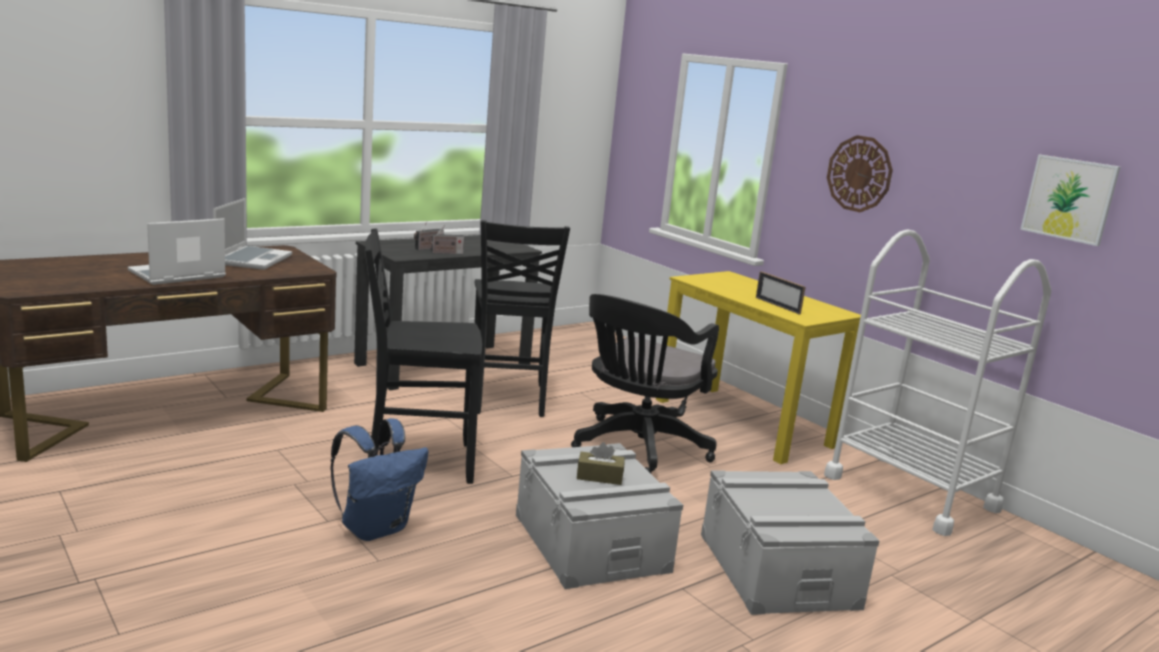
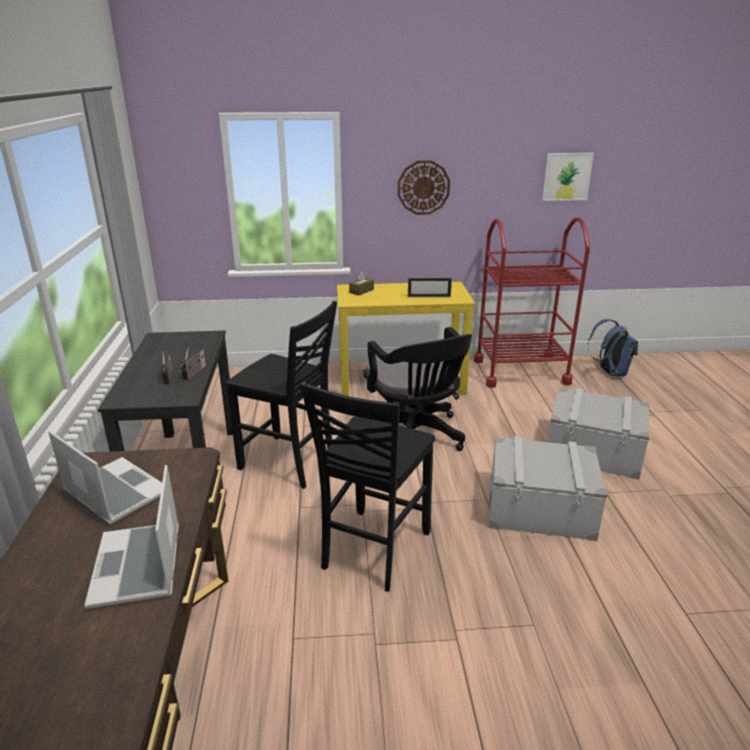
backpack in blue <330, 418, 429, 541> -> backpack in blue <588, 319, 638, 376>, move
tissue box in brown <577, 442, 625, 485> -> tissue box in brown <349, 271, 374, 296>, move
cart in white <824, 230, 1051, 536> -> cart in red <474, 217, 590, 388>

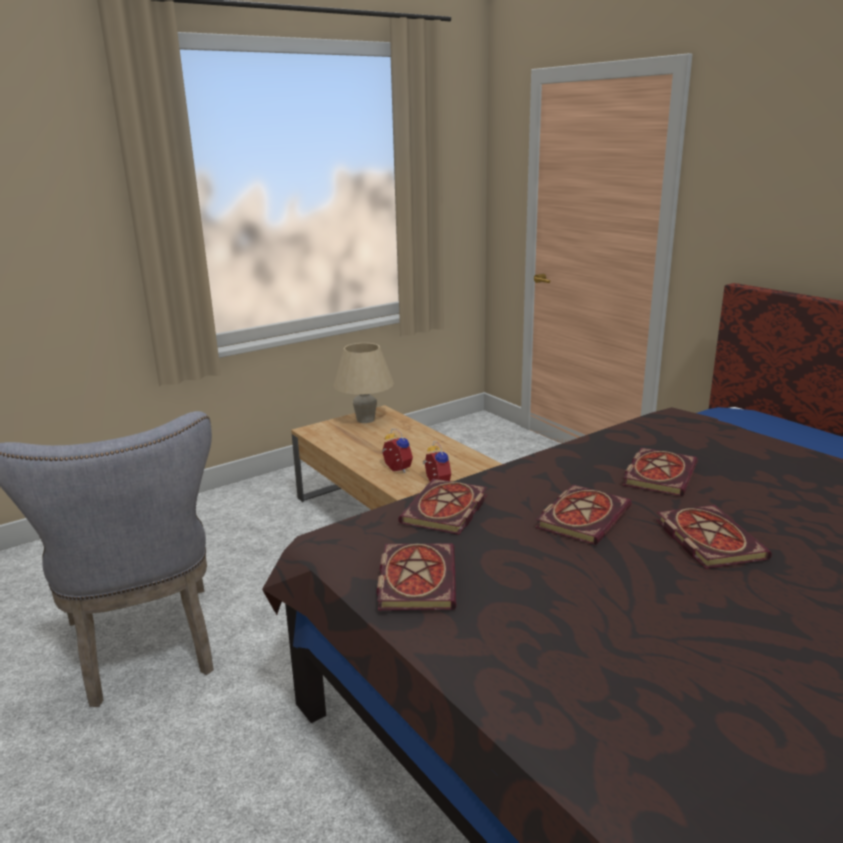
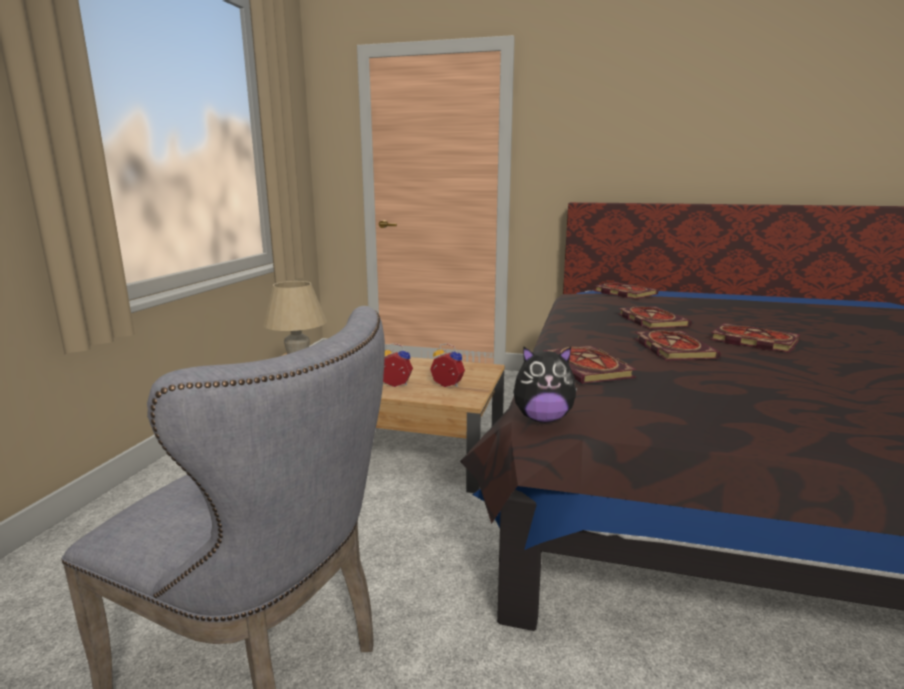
book <376, 544, 456, 610> -> book <594, 282, 658, 299>, move
none -> plush toy <514, 347, 577, 423>

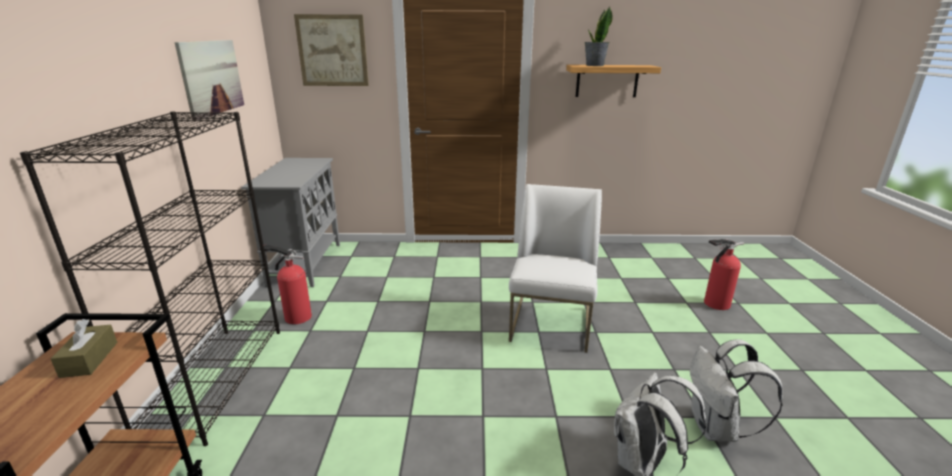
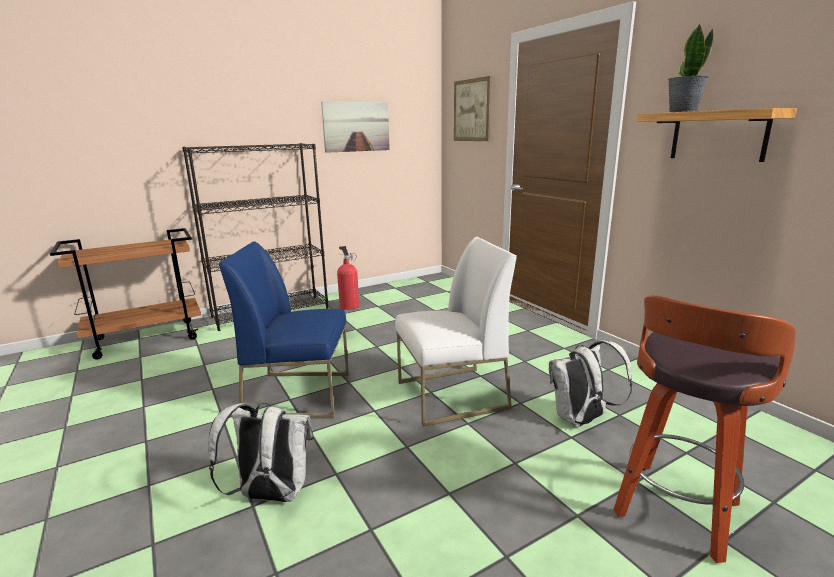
tissue box in brown <51, 319, 118, 378> -> none
cabinet in grey <241, 158, 340, 287> -> none
backpack in white <690, 339, 783, 442> -> backpack in white <549, 340, 632, 427>, move
fire extinguisher <704, 239, 744, 310> -> stool <613, 295, 796, 563>
none -> chair in blue <219, 242, 349, 418>

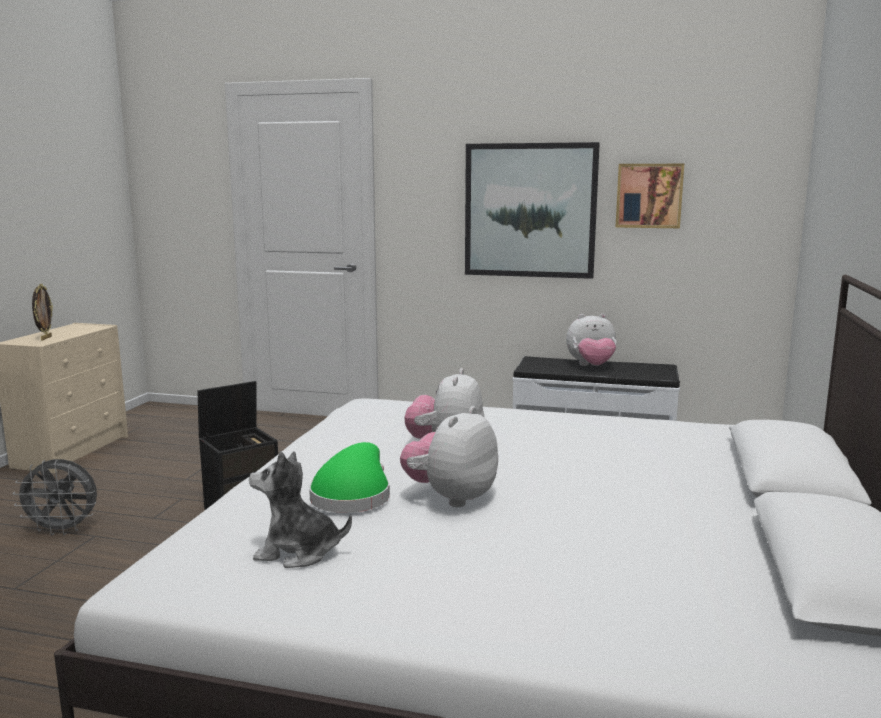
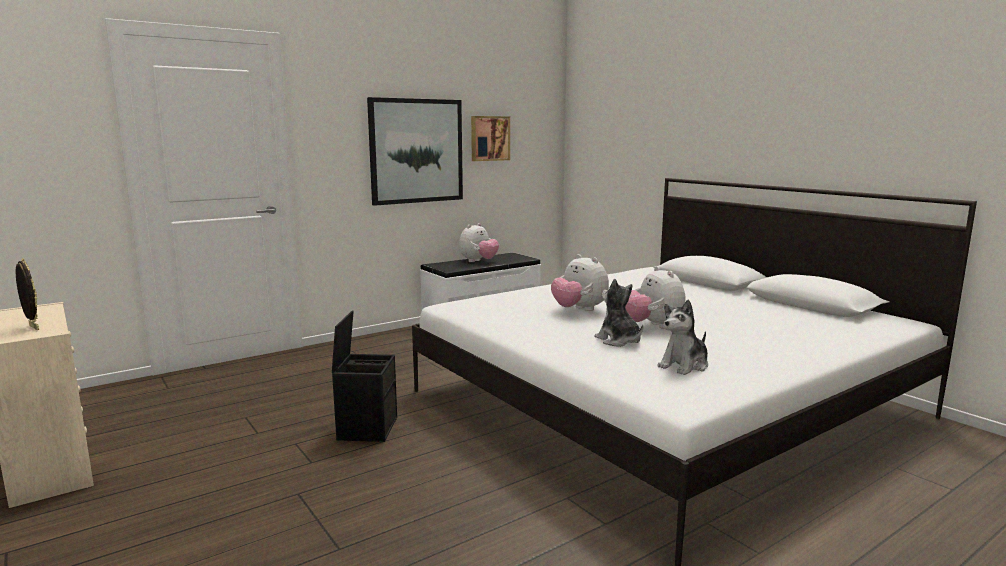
fan in grey <13, 459, 97, 535> -> none
hat in green <309, 442, 390, 513> -> plush toy <594, 279, 643, 347>

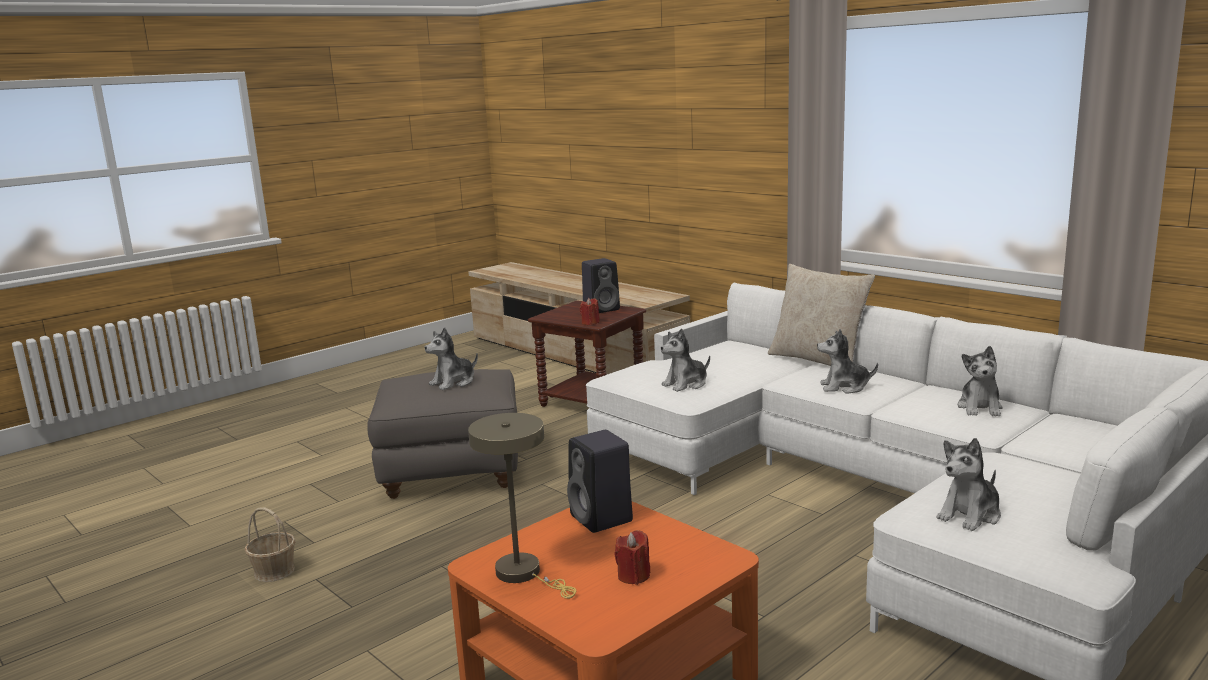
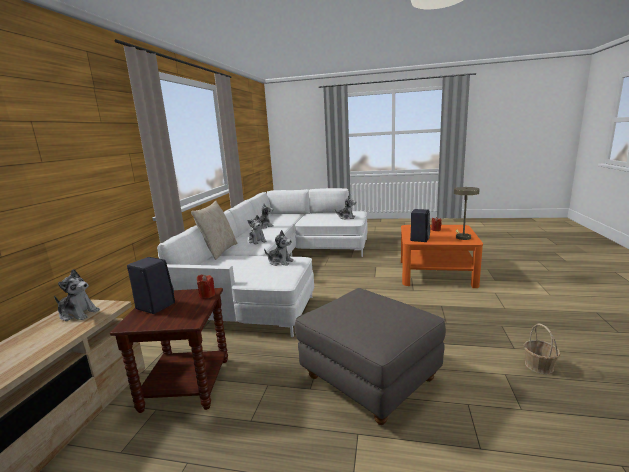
plush toy <425, 327, 478, 390> -> plush toy <54, 269, 100, 321>, move

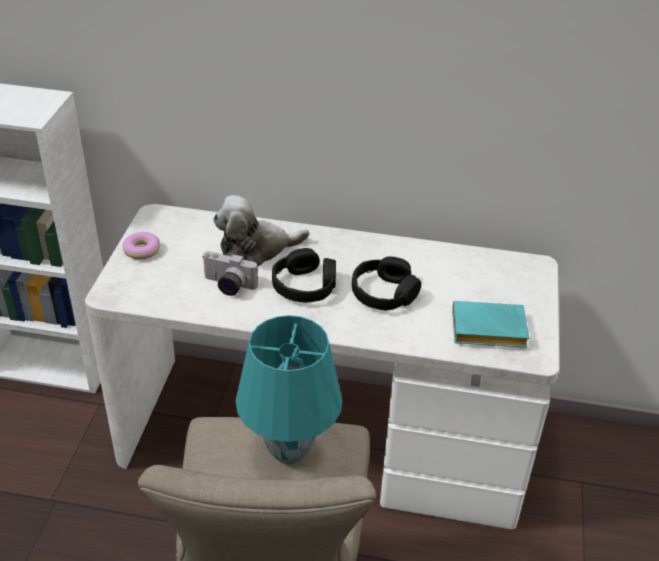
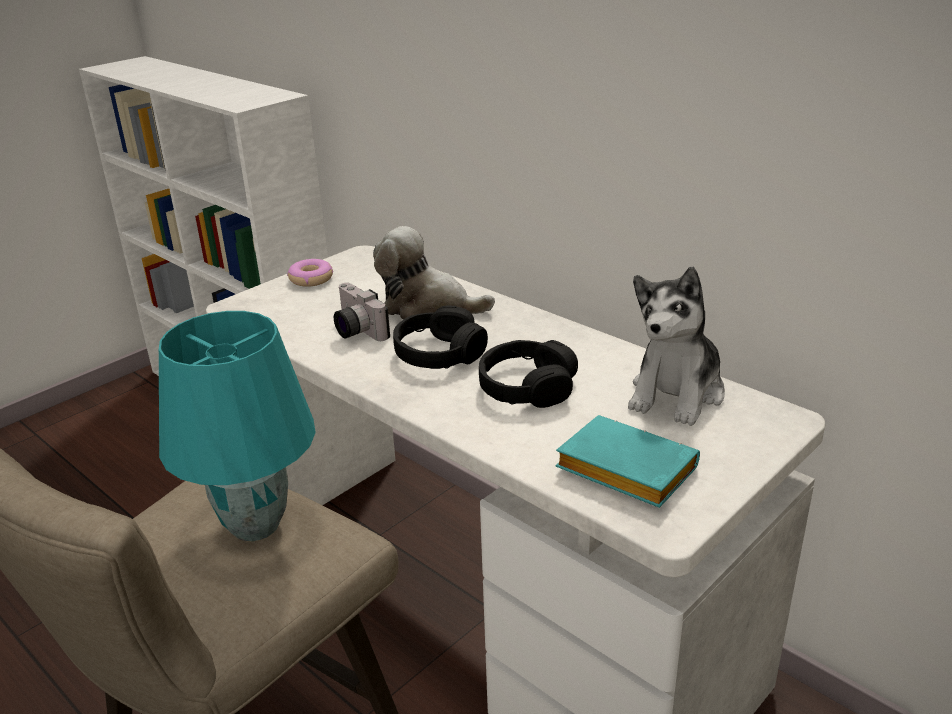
none -> plush toy <628, 267, 725, 426>

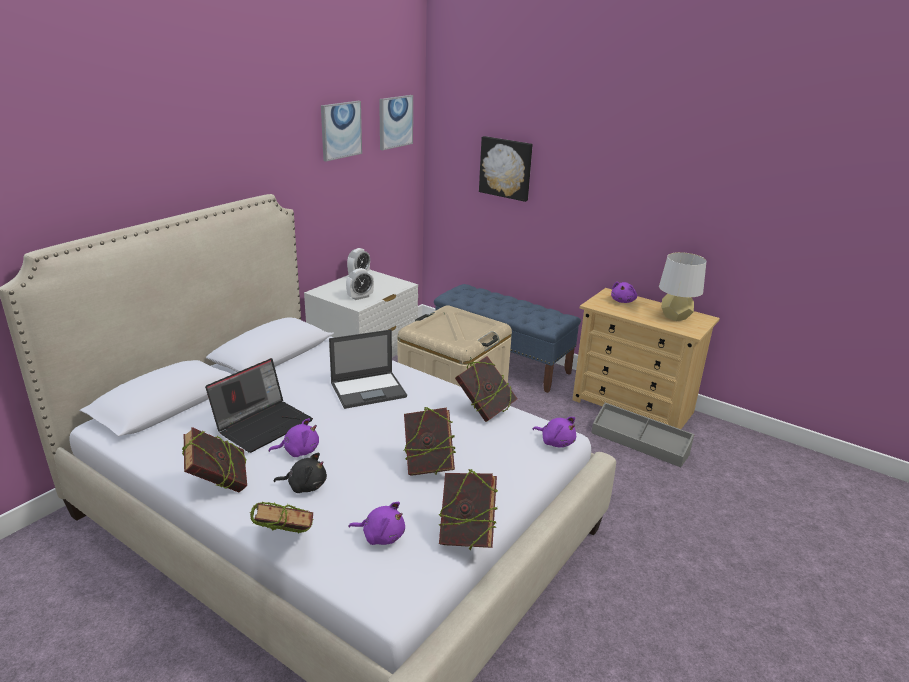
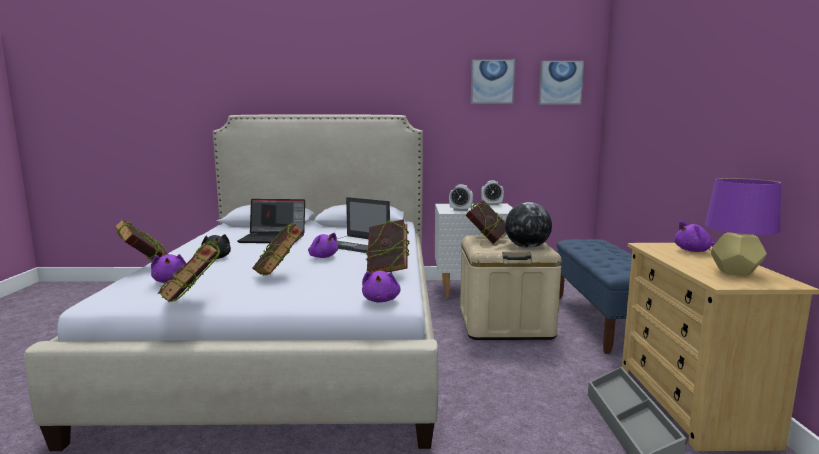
book <182, 427, 247, 492> -> book <465, 200, 506, 244>, move
plush toy in purple <268, 418, 319, 457> -> plush toy in purple <308, 233, 338, 258>, move
picture <479, 136, 533, 202> -> none
table lamp in grey <659, 252, 707, 321> -> table lamp in purple <705, 178, 782, 276>
none -> globe <505, 202, 552, 248>

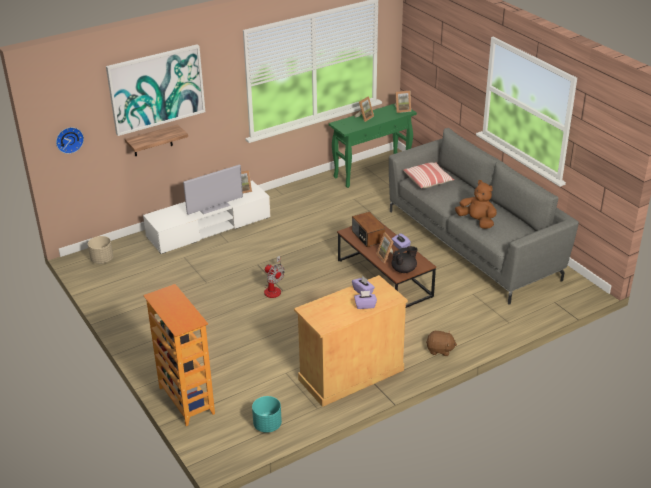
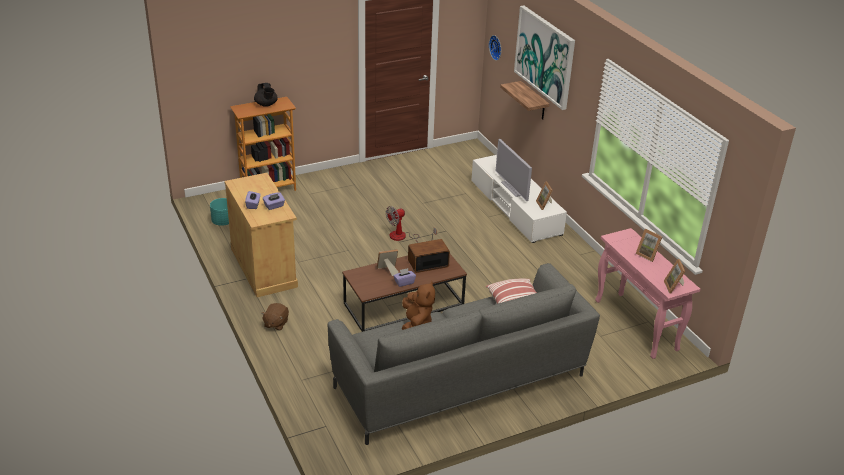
planter in beige <88, 236, 113, 264> -> none
console table in green <329, 103, 417, 188> -> console table in pink <595, 228, 700, 359>
teapot in black <392, 246, 418, 273> -> teapot in black <254, 83, 278, 107>, move
plush toy in brown <455, 180, 497, 229> -> plush toy in brown <402, 281, 435, 330>, 45 degrees counterclockwise

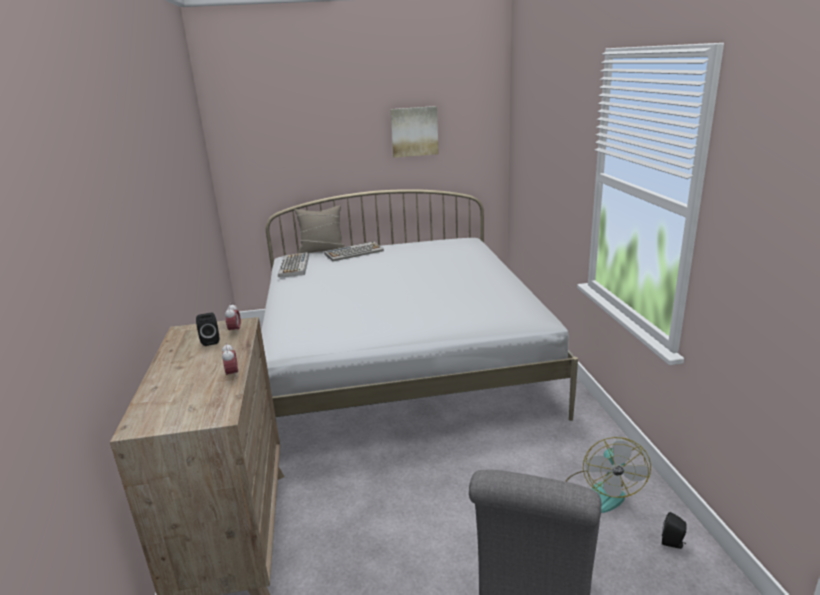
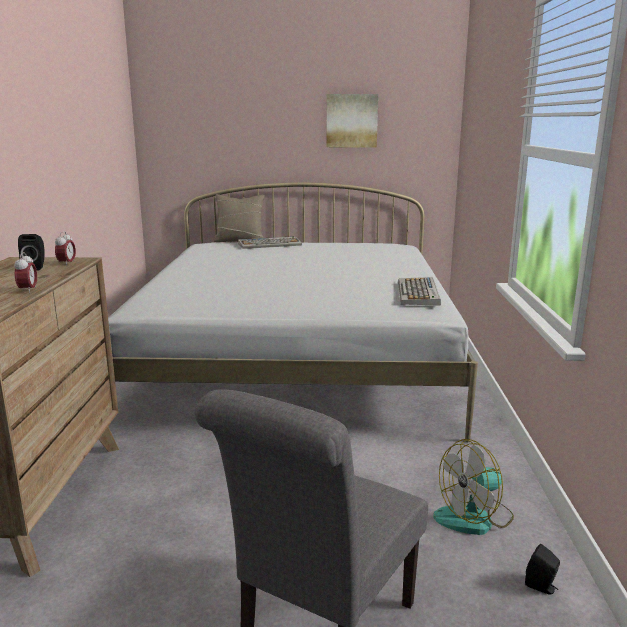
keyboard <278, 252, 309, 277> -> keyboard <398, 277, 441, 306>, move
fan <566, 437, 651, 513> -> fan <433, 439, 514, 535>, 45 degrees clockwise

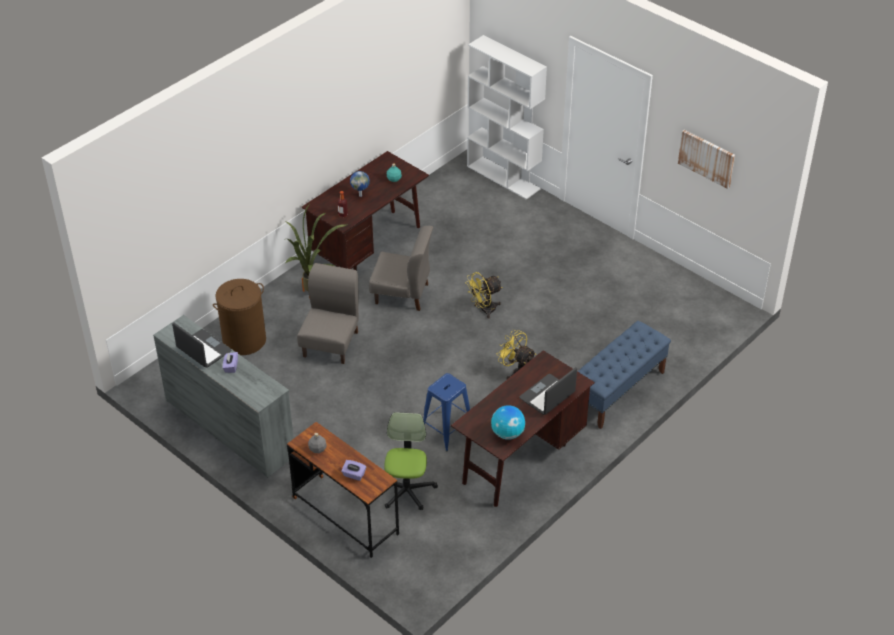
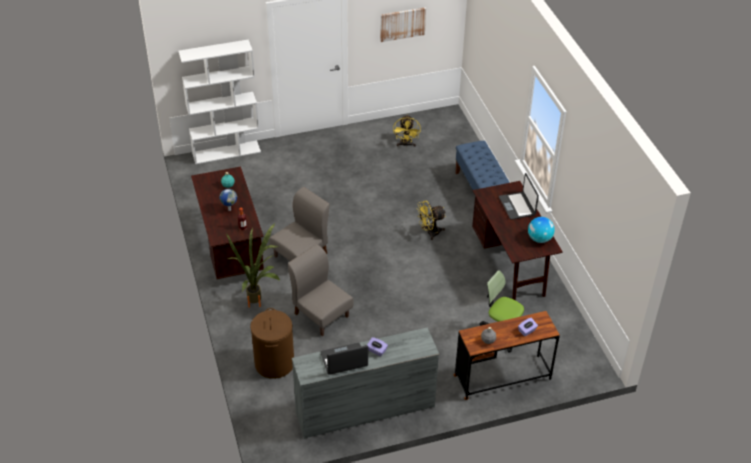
stool in blue <423, 373, 470, 451> -> none
fan in yellow <467, 272, 503, 319> -> fan in yellow <393, 115, 421, 147>, move

